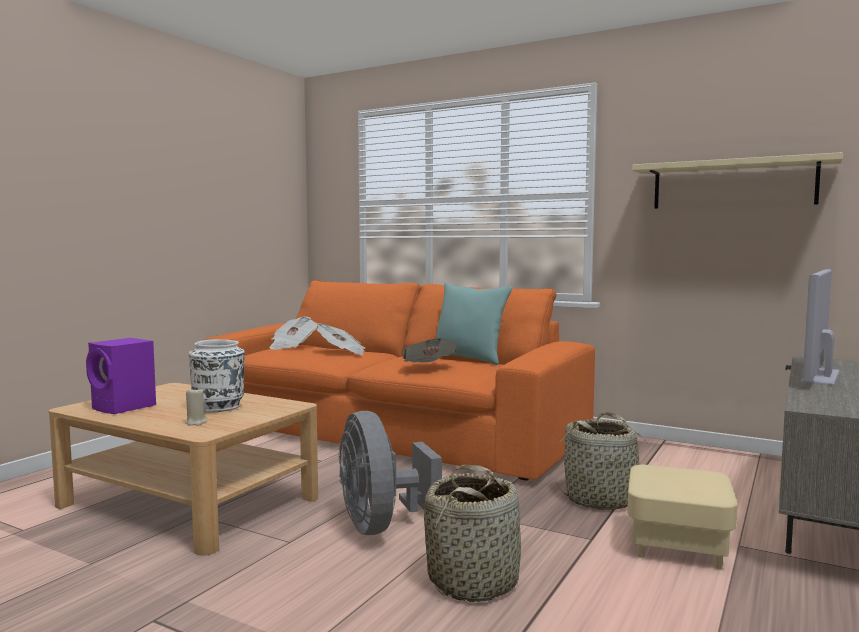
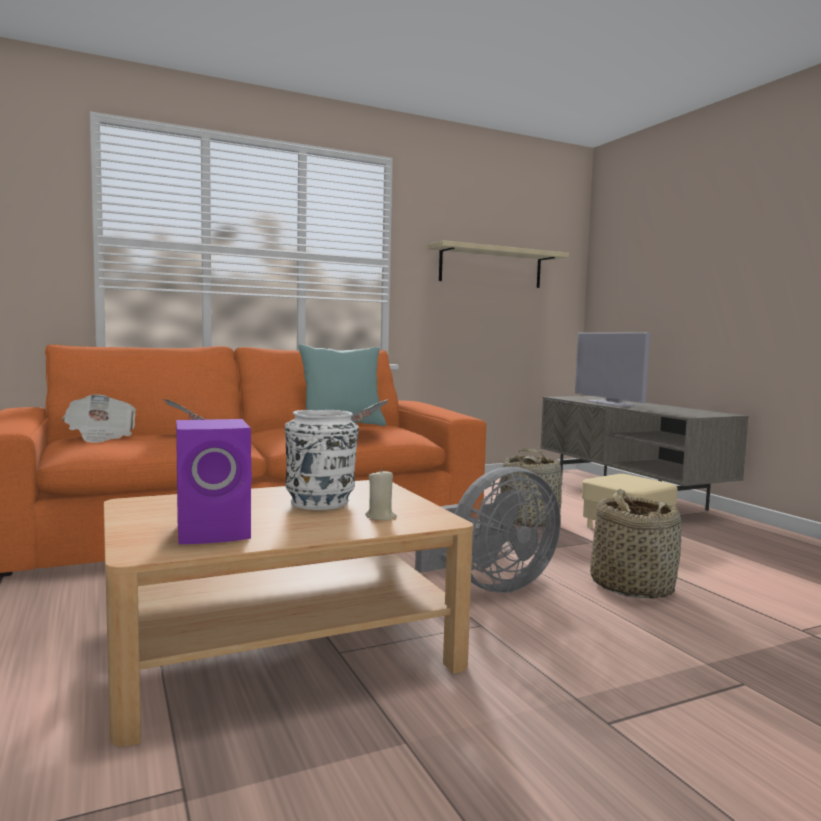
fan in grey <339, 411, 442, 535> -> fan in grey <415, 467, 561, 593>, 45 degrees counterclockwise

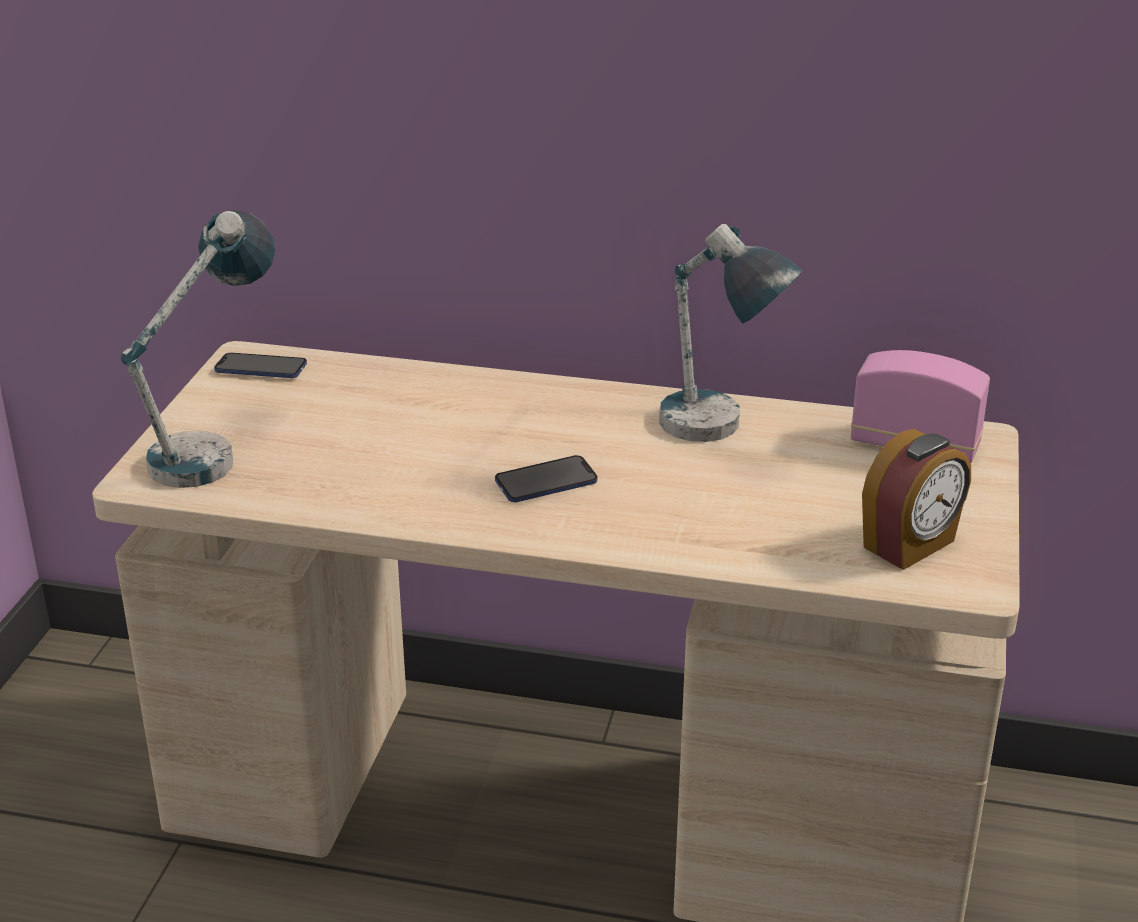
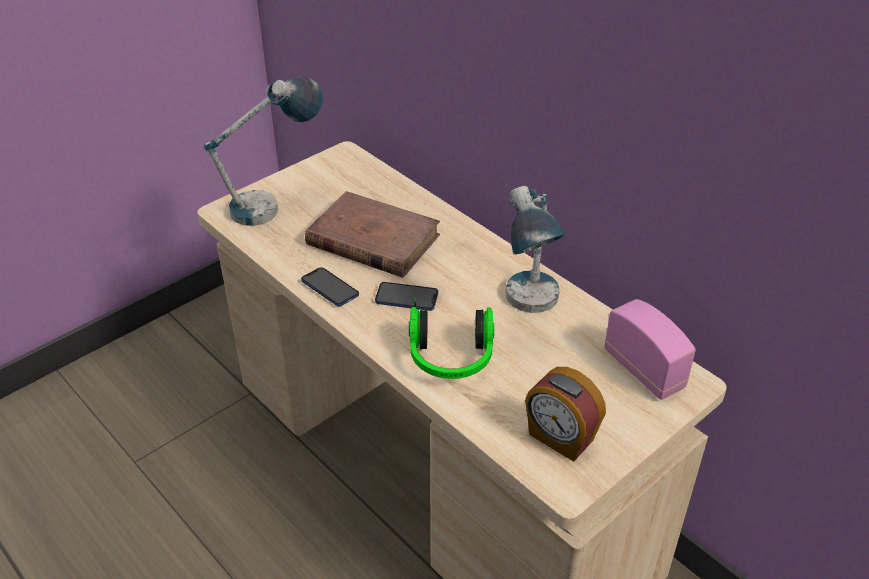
phone <214, 353, 307, 378> -> phone <301, 267, 359, 306>, move
alarm clock <862, 429, 971, 570> -> alarm clock <525, 367, 606, 462>, 45 degrees clockwise
none -> book in brown <305, 191, 440, 278>
none -> headphones <409, 297, 494, 379>

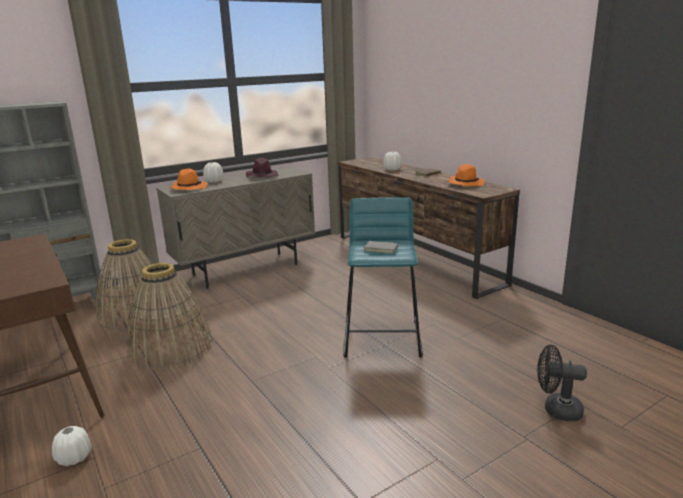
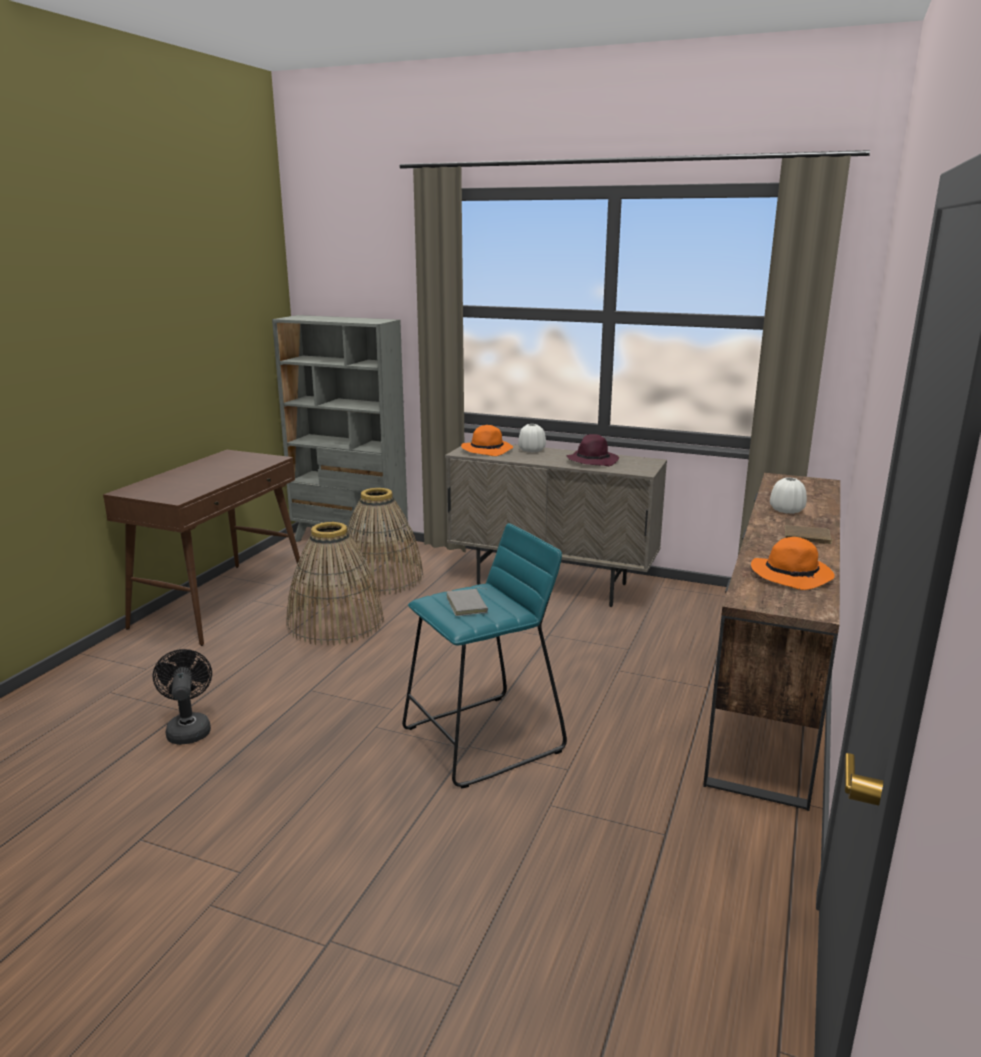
vase in white <52, 426, 92, 466> -> none
fan in black <537, 345, 587, 421> -> fan in black <153, 649, 212, 745>, move

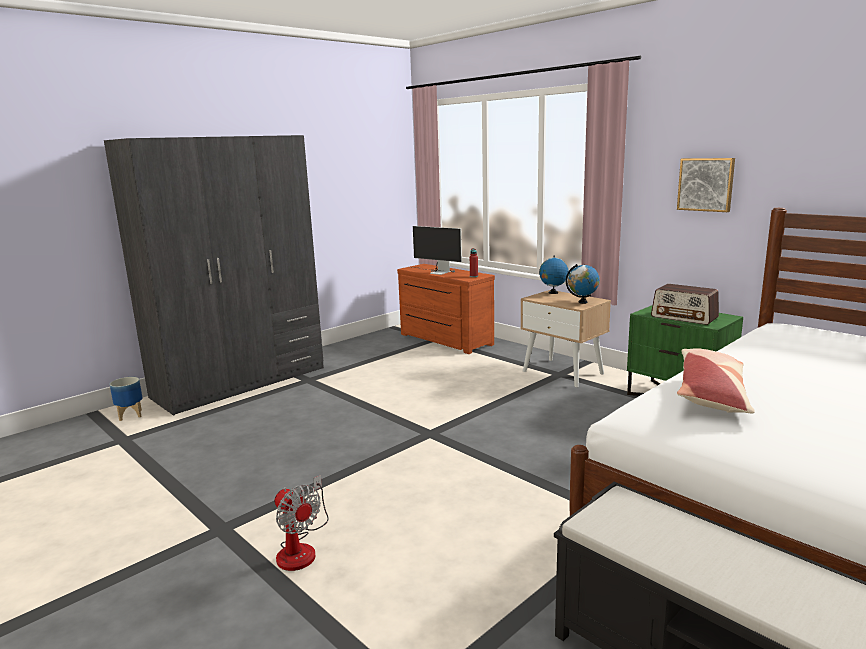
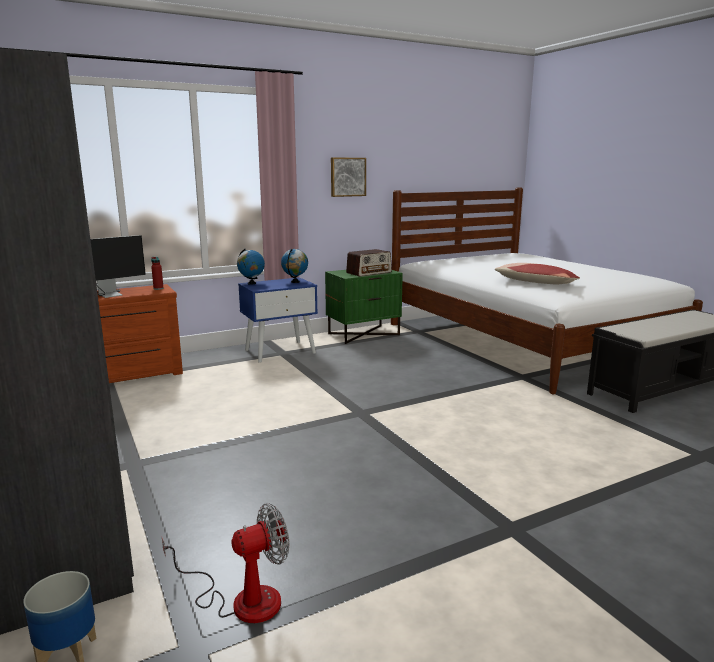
fan <275, 475, 329, 571> -> fan <162, 503, 289, 623>, move
nightstand in beige <520, 290, 611, 387> -> nightstand in blue <238, 277, 318, 363>

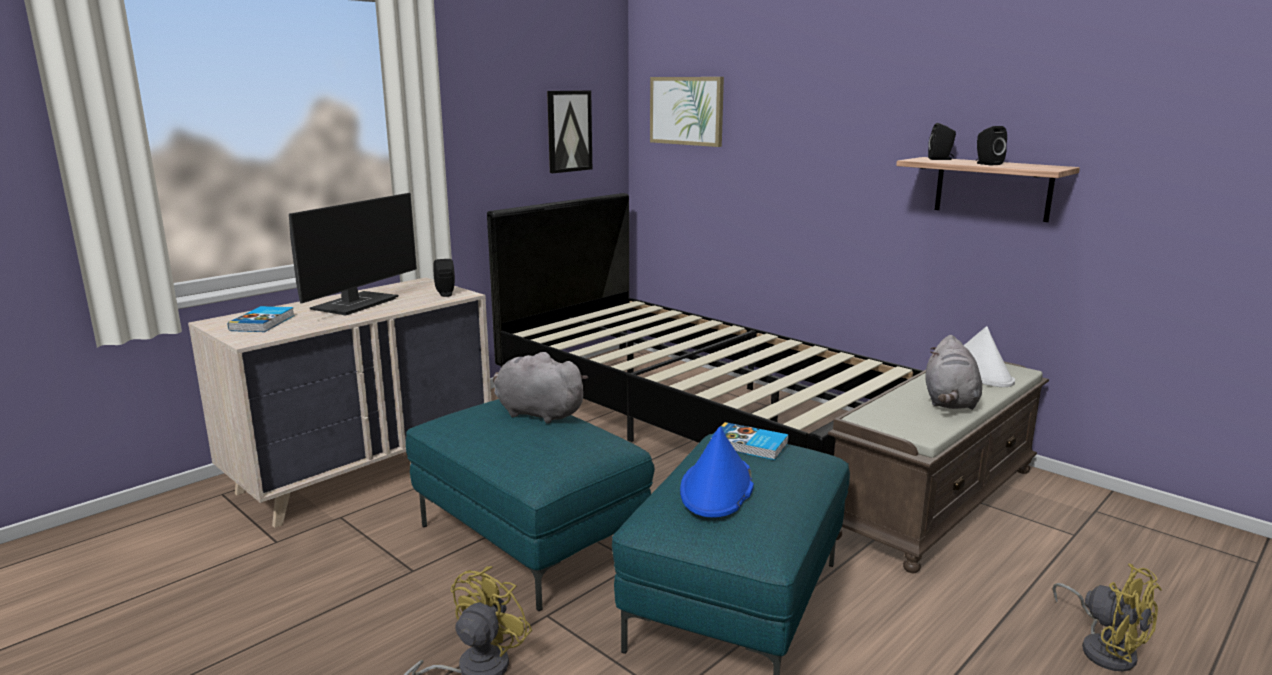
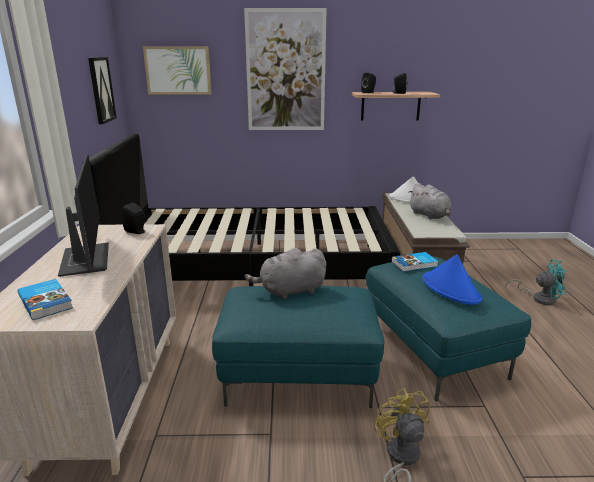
fan in yellow <1052, 563, 1162, 671> -> fan in turquoise <505, 260, 566, 305>
none -> picture <244, 8, 327, 130>

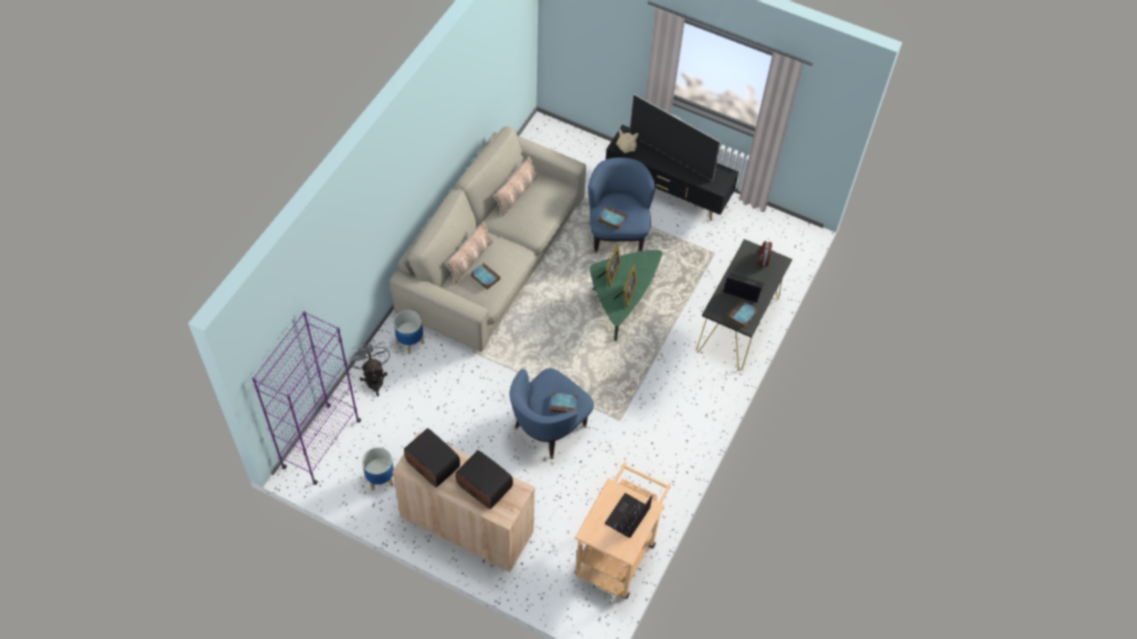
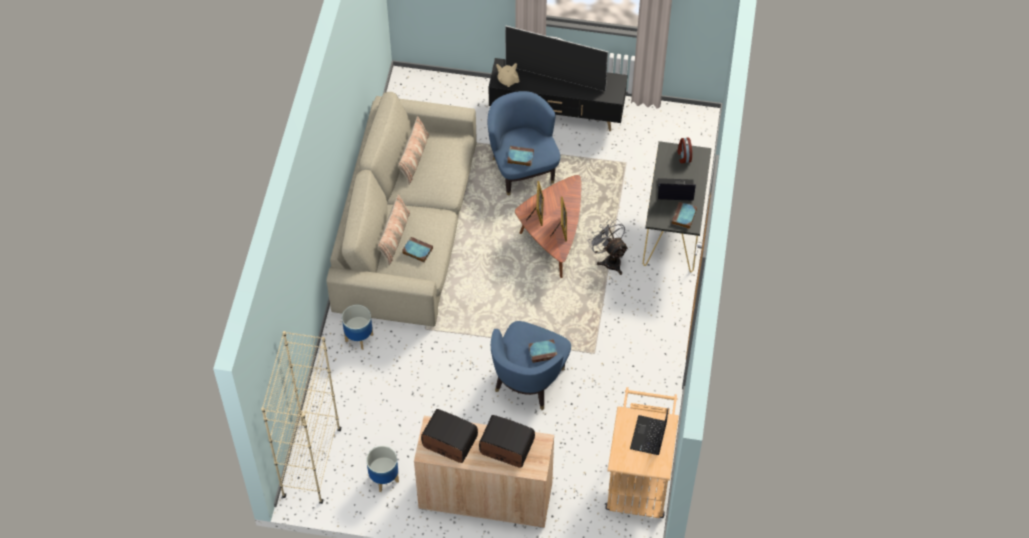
bookcase in purple <252, 311, 361, 485> -> bookcase in beige <261, 331, 341, 504>
fan in grey <349, 339, 390, 396> -> fan in grey <588, 219, 628, 275>, move
coffee table in green <590, 250, 663, 341> -> coffee table in brown <515, 175, 581, 278>

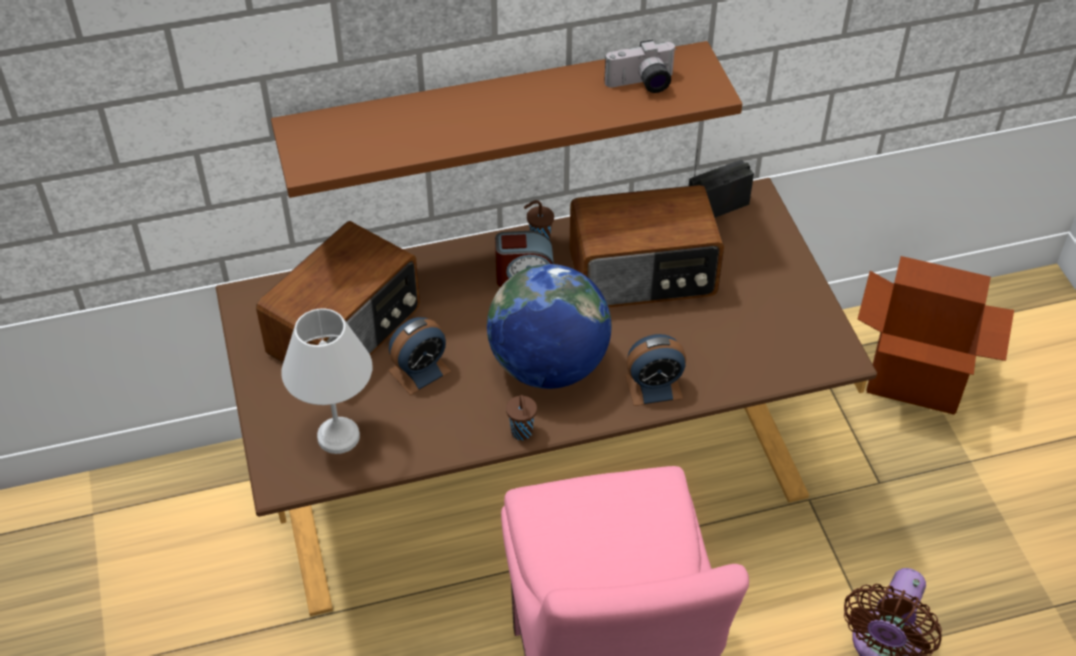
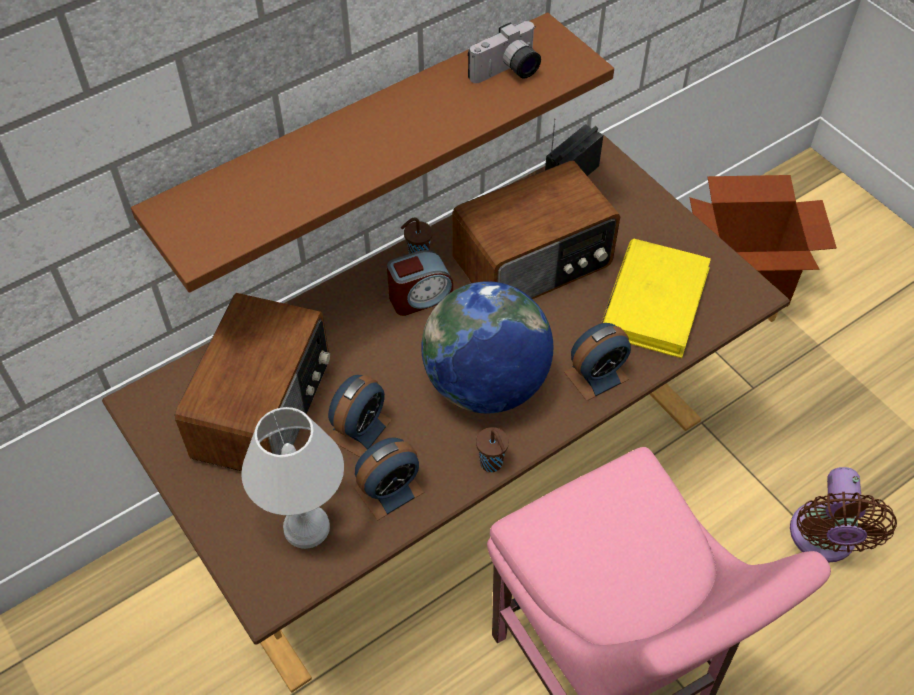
none -> alarm clock <354, 437, 424, 521>
none -> book in yellow <601, 239, 711, 358>

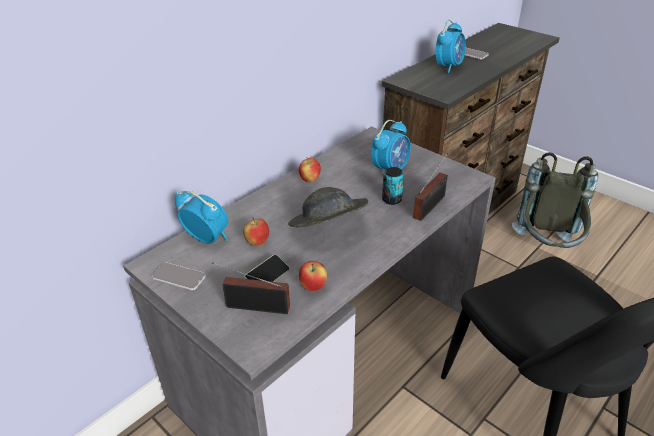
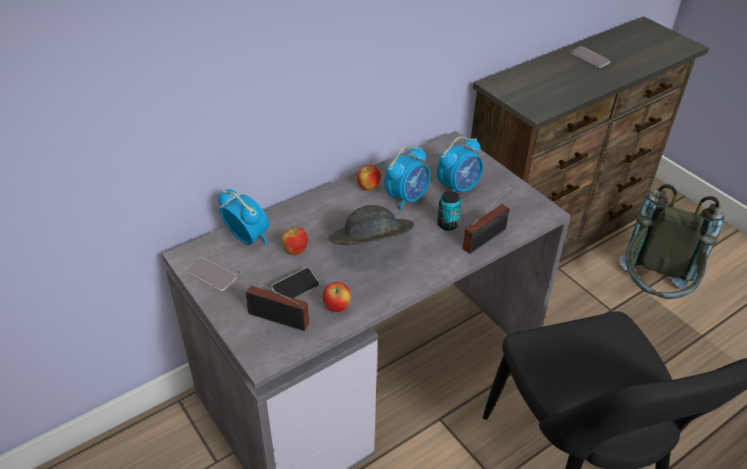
alarm clock <436, 20, 466, 73> -> alarm clock <385, 146, 430, 210>, move

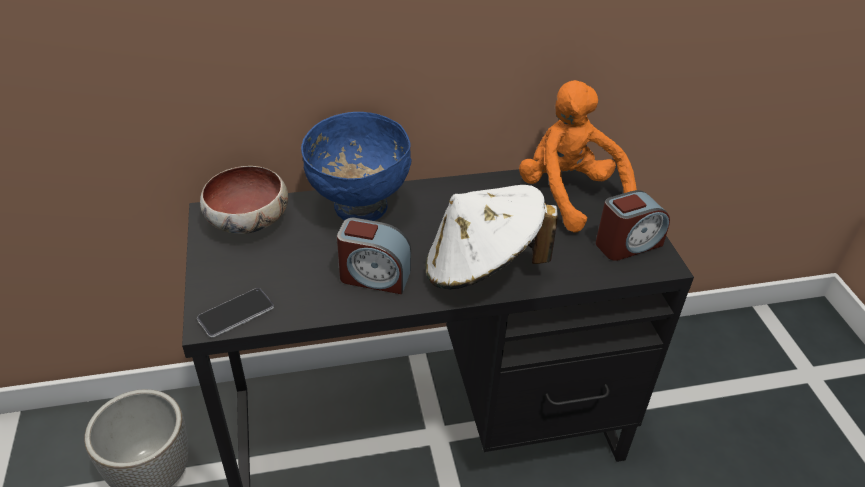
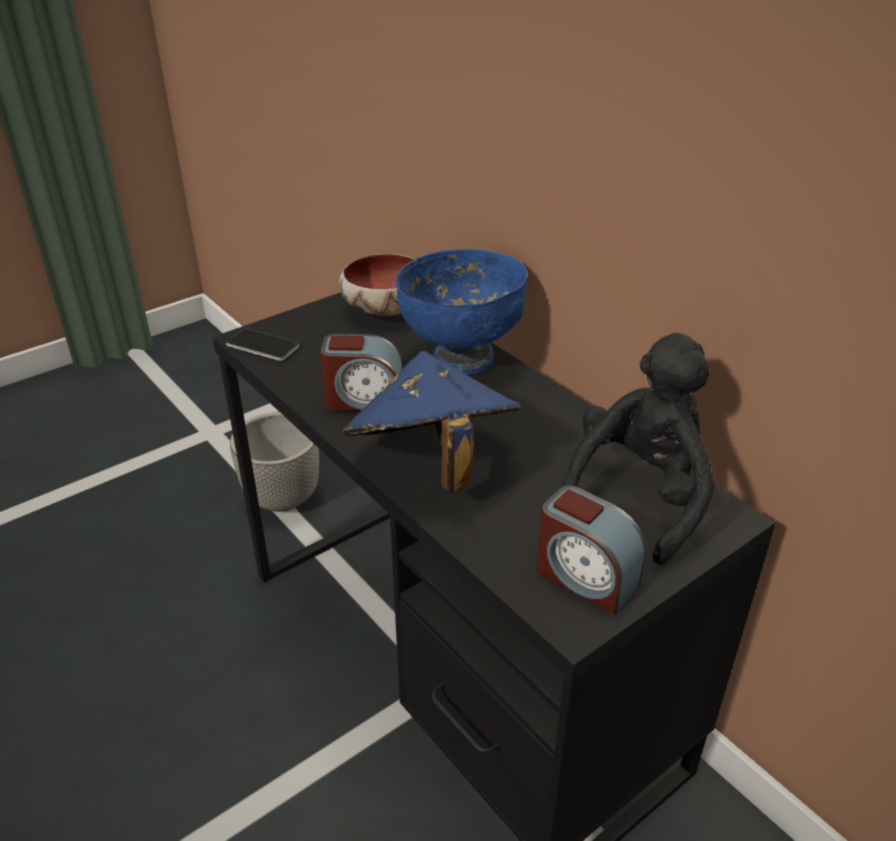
alarm clock <337, 218, 411, 294> -> alarm clock <320, 334, 402, 411>, 75 degrees counterclockwise
hat in white <425, 185, 558, 290> -> hat in blue <343, 351, 521, 493>
plush toy in orange <519, 80, 637, 232> -> plush toy in black <561, 333, 715, 565>

